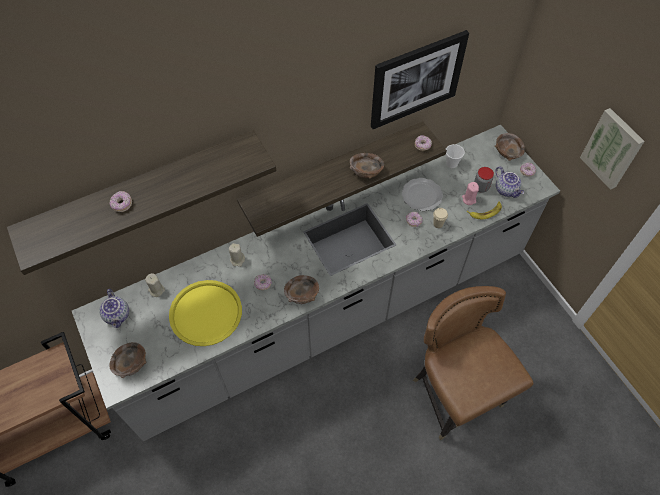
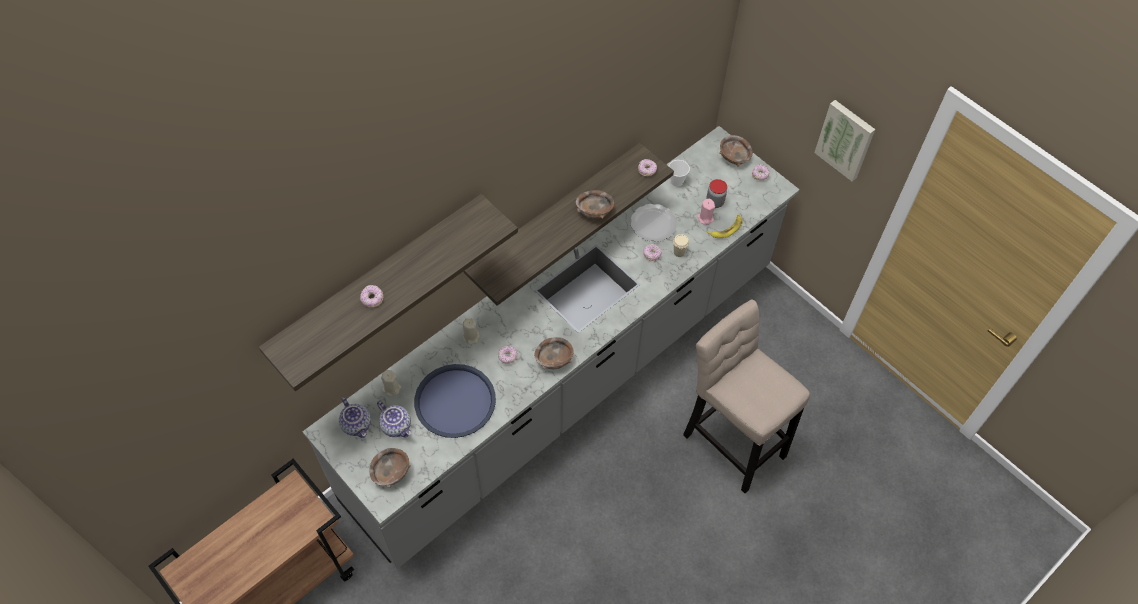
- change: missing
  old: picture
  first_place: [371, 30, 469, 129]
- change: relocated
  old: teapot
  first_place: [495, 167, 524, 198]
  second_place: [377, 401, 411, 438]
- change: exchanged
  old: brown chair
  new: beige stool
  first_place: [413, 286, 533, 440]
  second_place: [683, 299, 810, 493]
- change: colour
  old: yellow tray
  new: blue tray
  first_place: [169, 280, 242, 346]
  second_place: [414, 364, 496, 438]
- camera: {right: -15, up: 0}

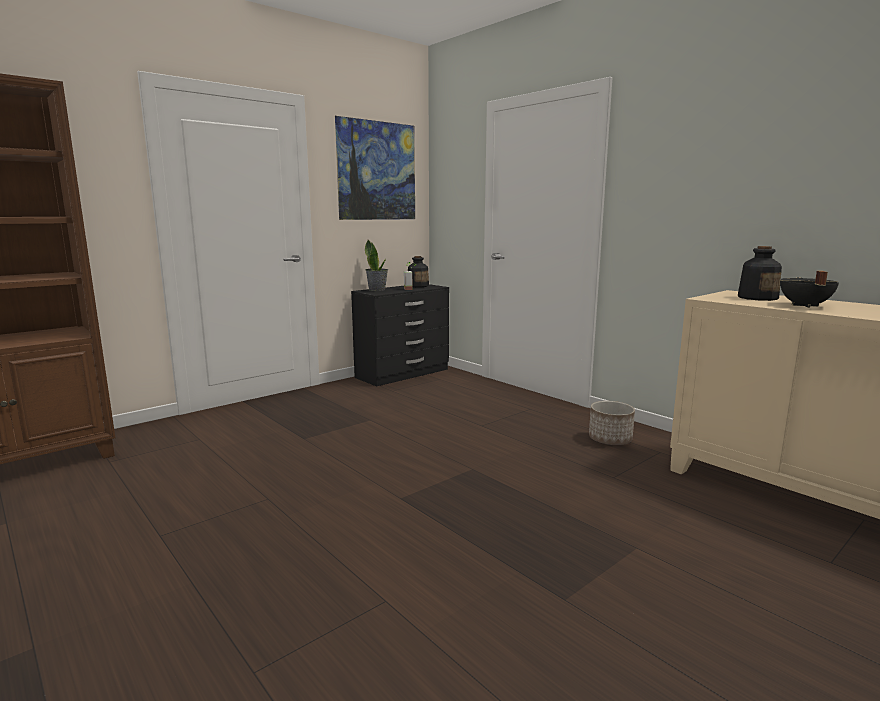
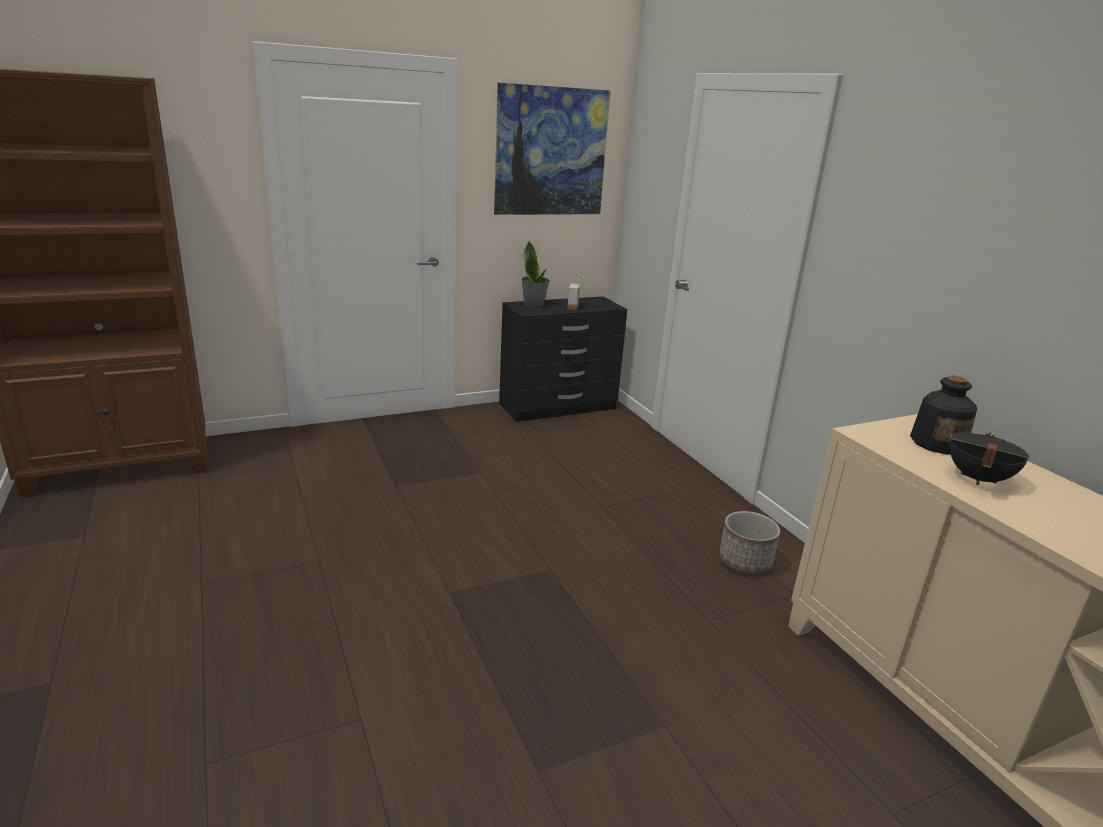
- change: missing
  old: bottle
  first_place: [408, 256, 429, 287]
- camera: {right: 15, up: 10}

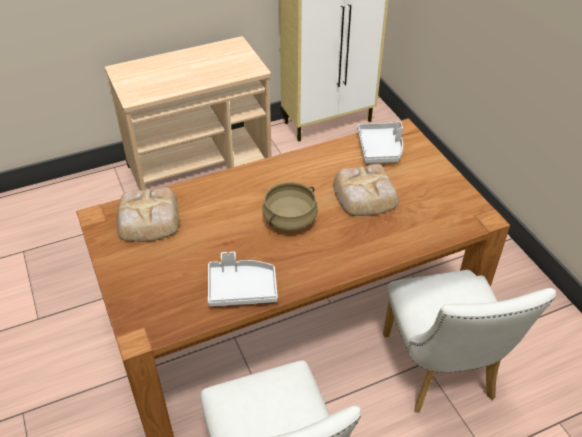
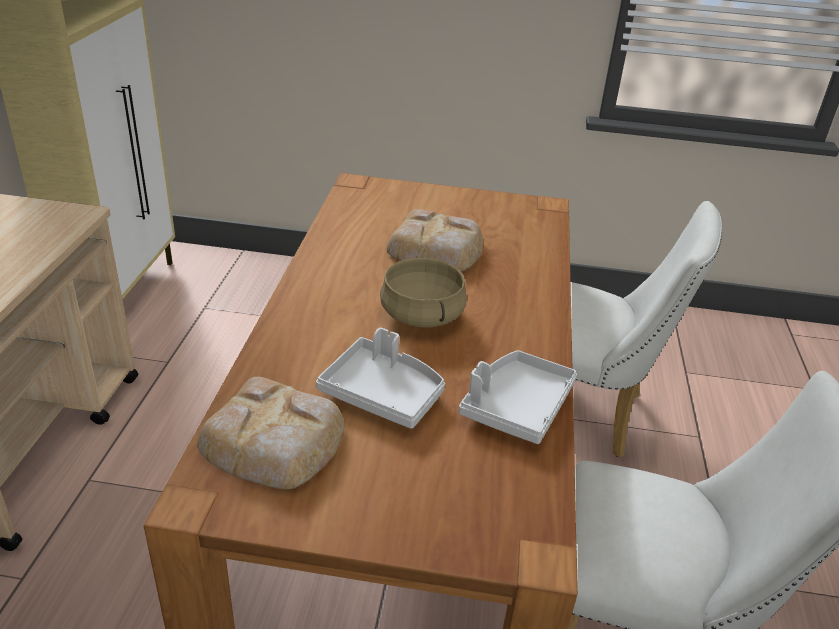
- change: relocated
  old: grey tray
  first_place: [357, 121, 403, 163]
  second_place: [316, 328, 445, 429]
- camera: {right: -60, up: -10}

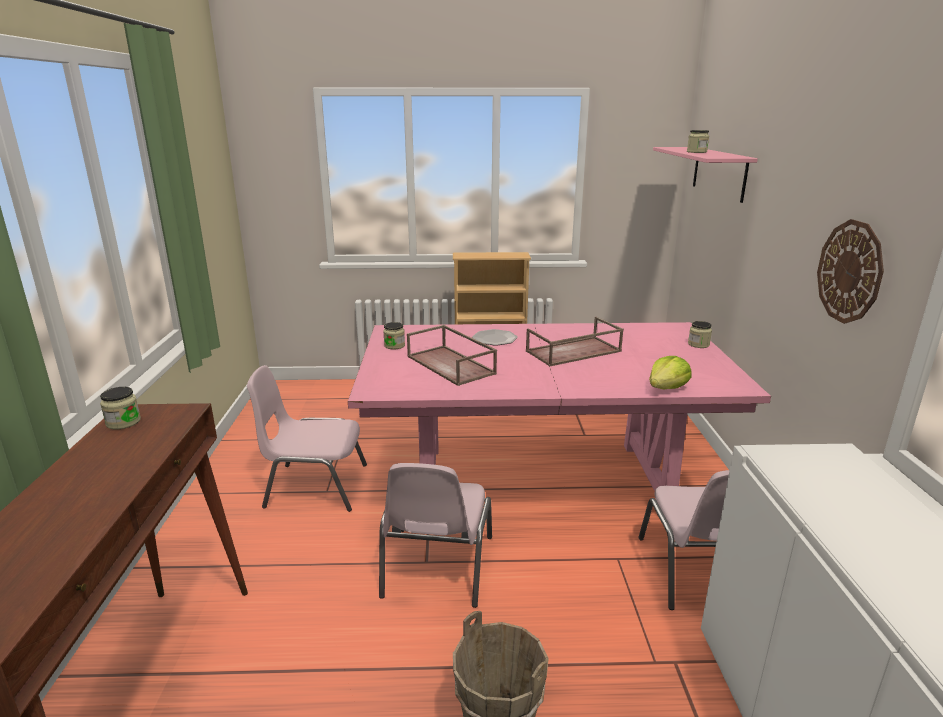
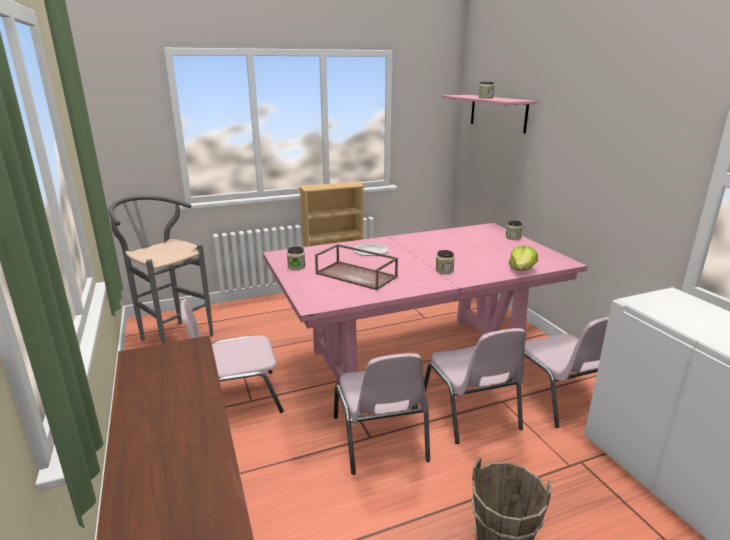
- change: missing
  old: brown tray
  first_place: [526, 316, 624, 367]
- change: missing
  old: wall clock
  first_place: [817, 219, 884, 324]
- change: appeared
  new: grey stool
  second_place: [108, 195, 213, 344]
- change: appeared
  new: pink chair
  second_place: [424, 328, 526, 444]
- change: relocated
  old: jar
  first_place: [100, 387, 141, 429]
  second_place: [435, 250, 455, 274]
- camera: {right: -20, up: 0}

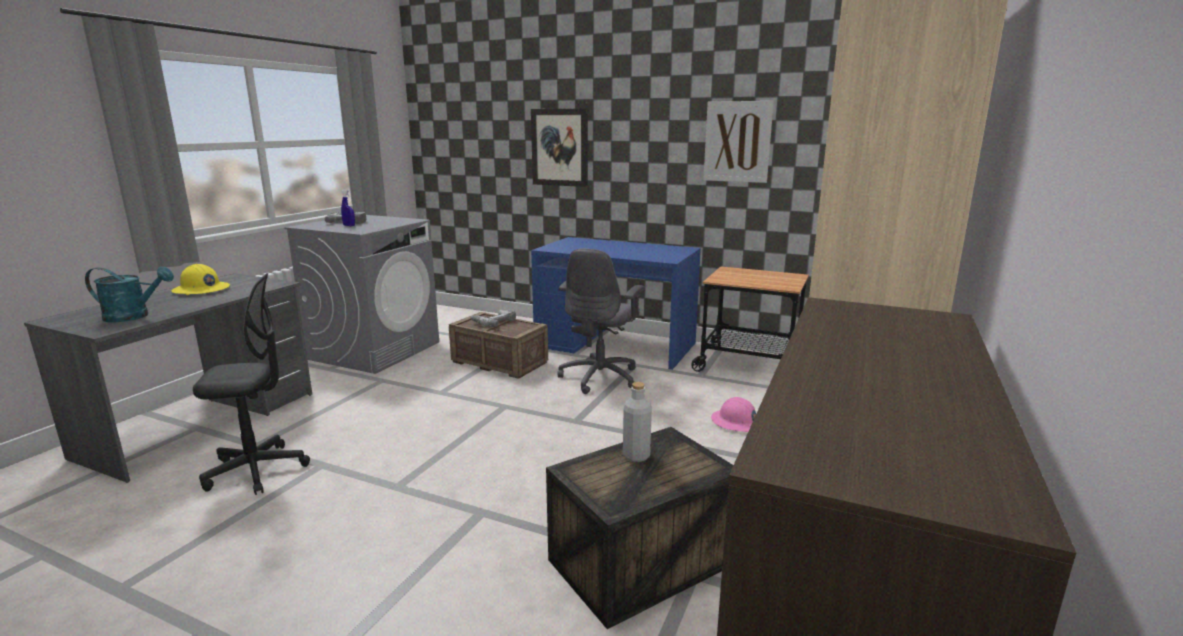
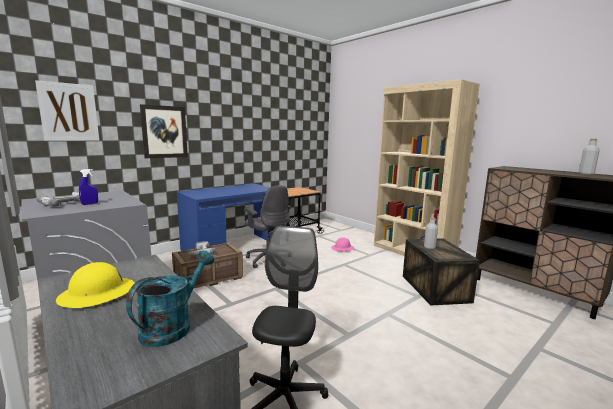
- change: appeared
  new: grey bottle
  second_place: [579, 139, 600, 175]
- change: relocated
  old: picture
  first_place: [703, 101, 774, 183]
  second_place: [35, 80, 99, 141]
- camera: {right: -65, up: -5}

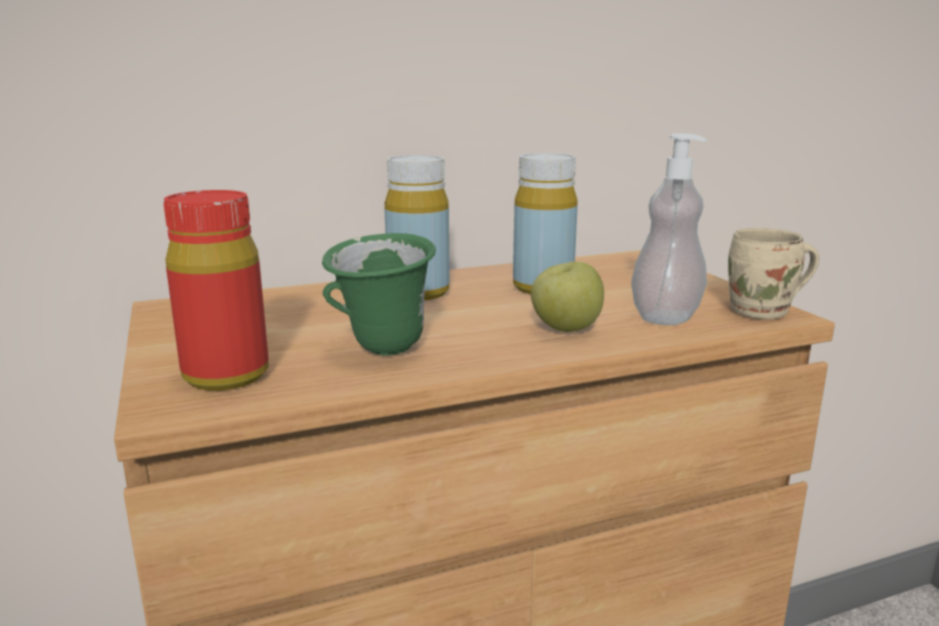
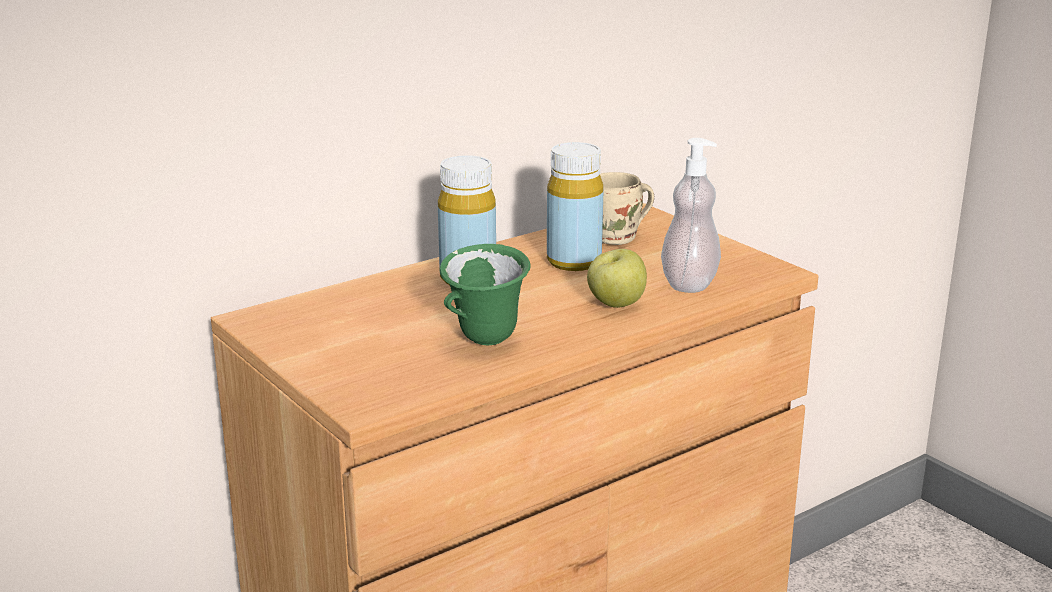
- change: missing
  old: red bottle
  first_place: [163, 190, 269, 391]
- change: relocated
  old: beige mug
  first_place: [728, 228, 819, 320]
  second_place: [600, 172, 654, 245]
- camera: {right: -15, up: 5}

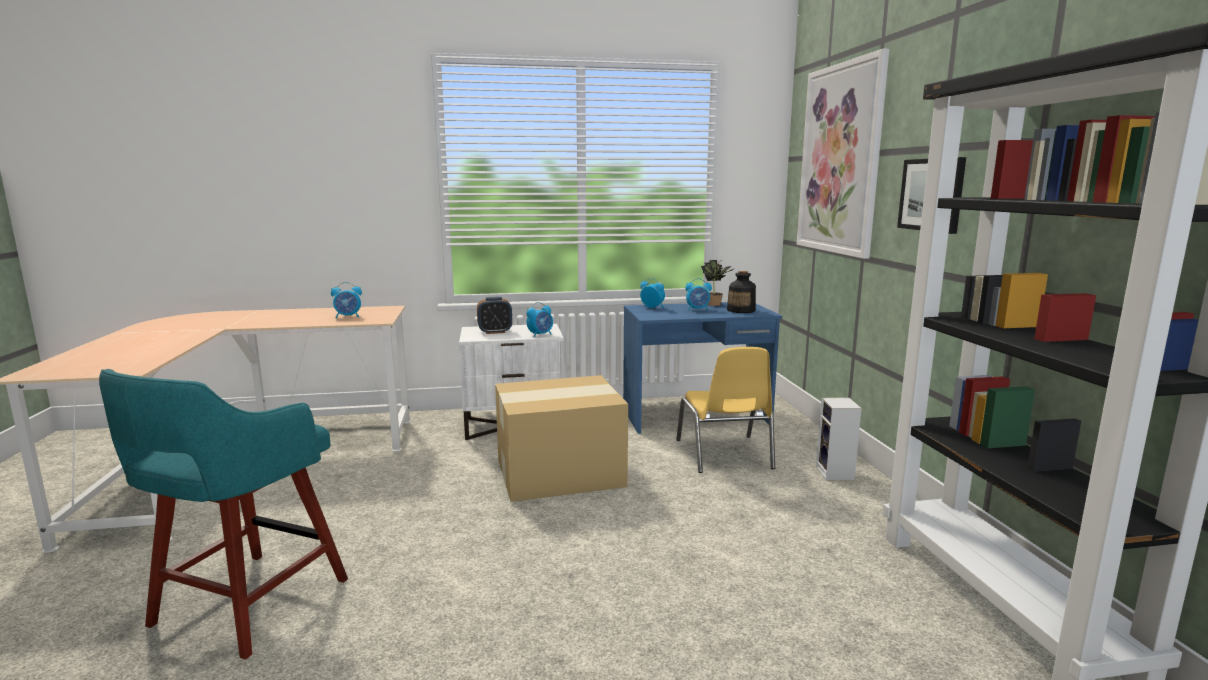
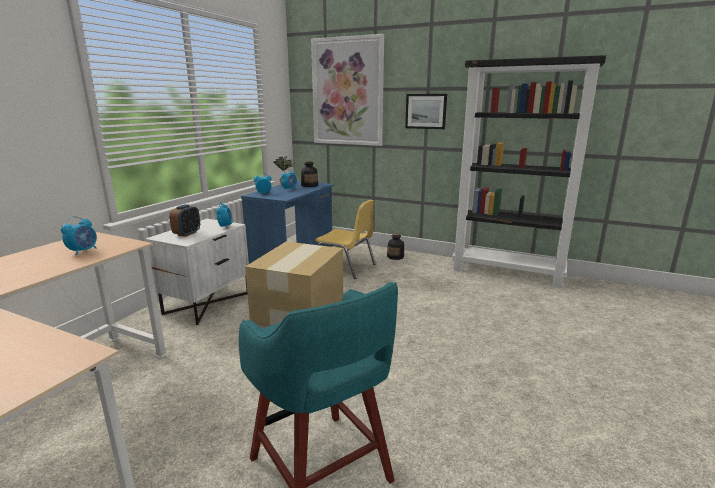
- change: exchanged
  old: speaker
  new: bottle
  first_place: [816, 398, 862, 480]
  second_place: [387, 234, 404, 260]
- camera: {right: -55, up: 5}

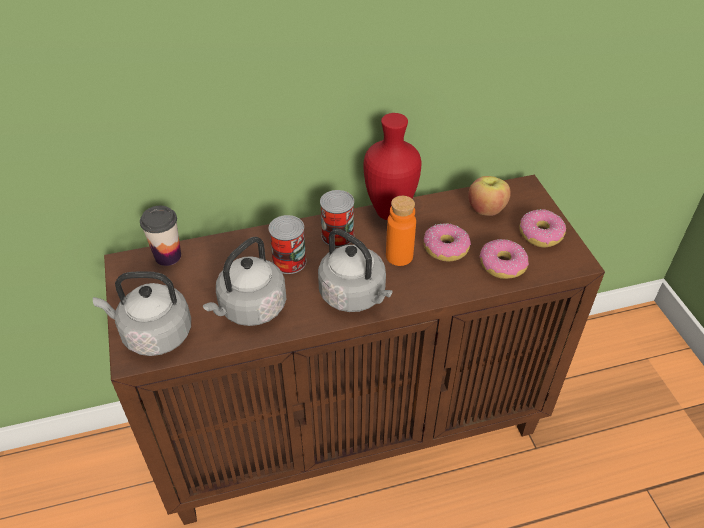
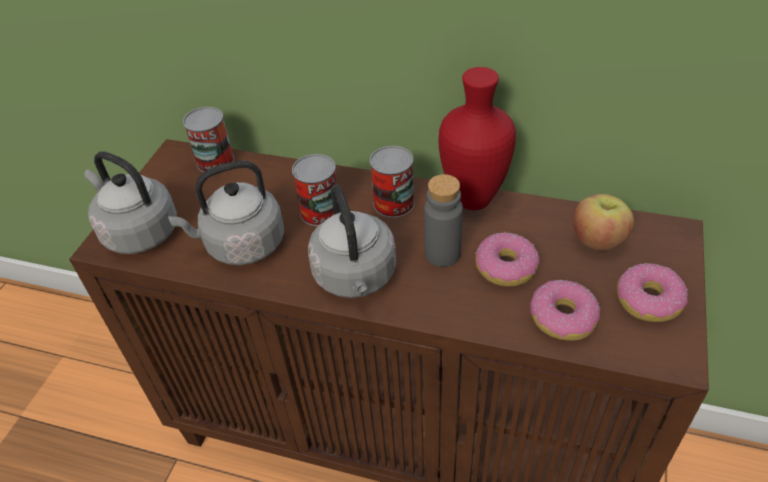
- change: exchanged
  old: cup
  new: can
  first_place: [140, 206, 181, 266]
  second_place: [183, 107, 234, 172]
- change: colour
  old: orange bottle
  new: grey bottle
  first_place: [386, 196, 416, 266]
  second_place: [424, 174, 463, 267]
- camera: {right: 35, up: 0}

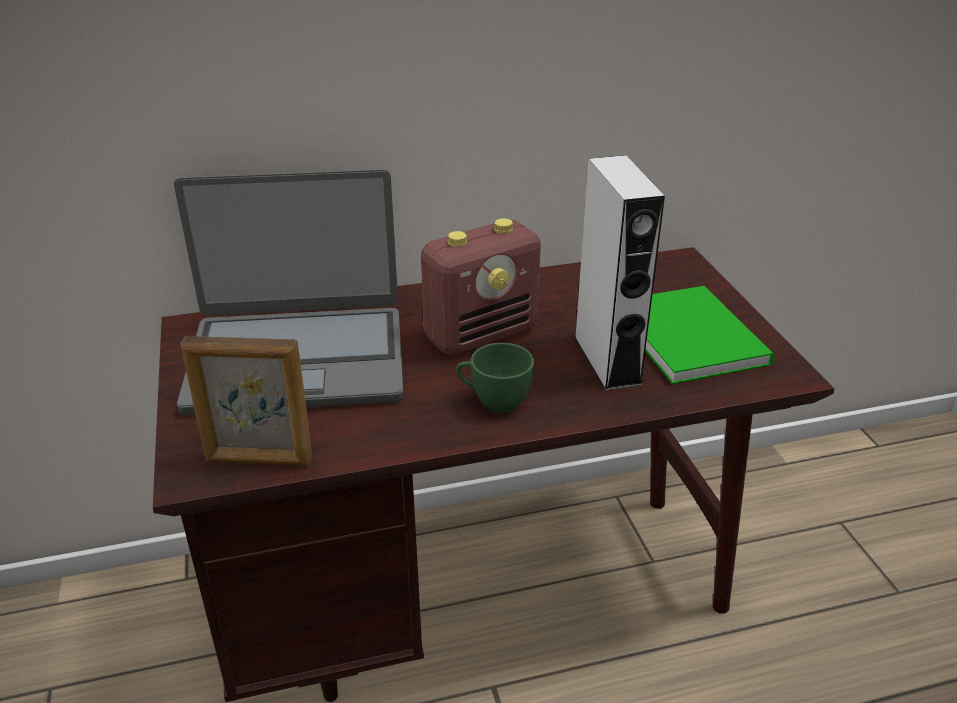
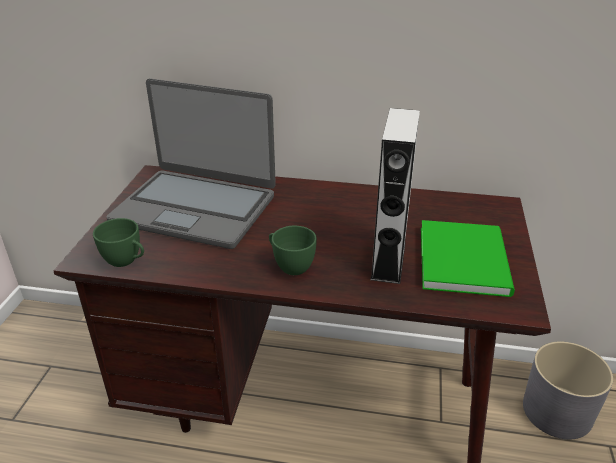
- change: missing
  old: radio
  first_place: [421, 218, 541, 355]
- change: appeared
  new: grey planter
  second_place: [523, 341, 613, 439]
- change: exchanged
  old: picture frame
  new: green cup
  first_place: [181, 336, 312, 466]
  second_place: [93, 218, 144, 267]
- camera: {right: 25, up: 0}

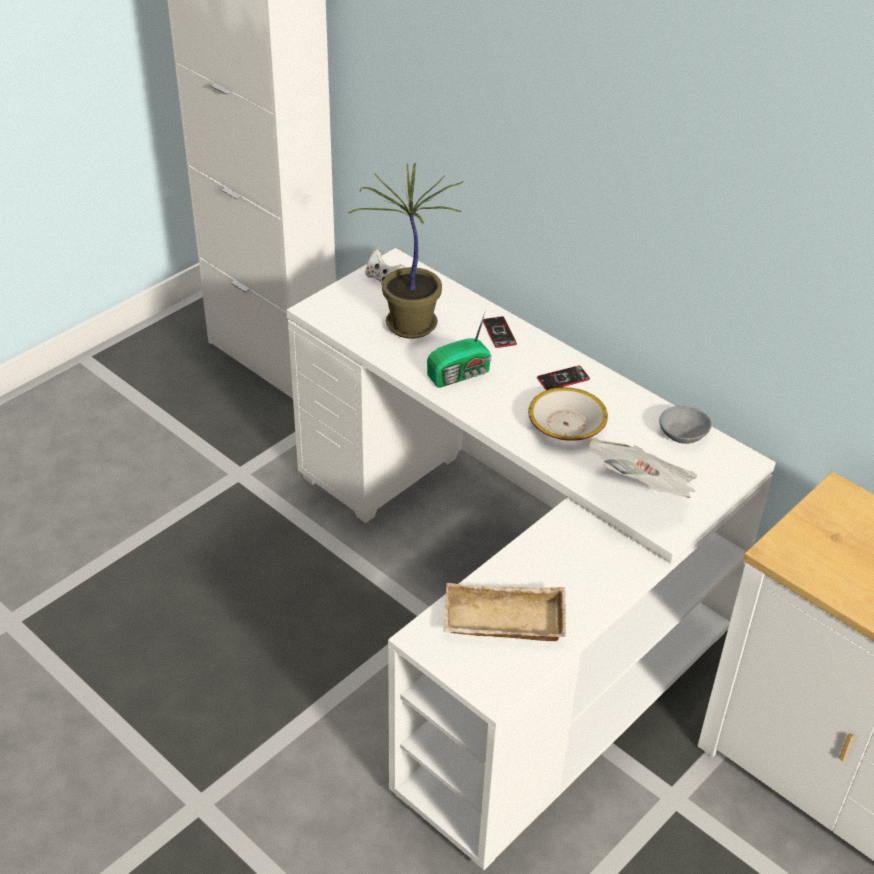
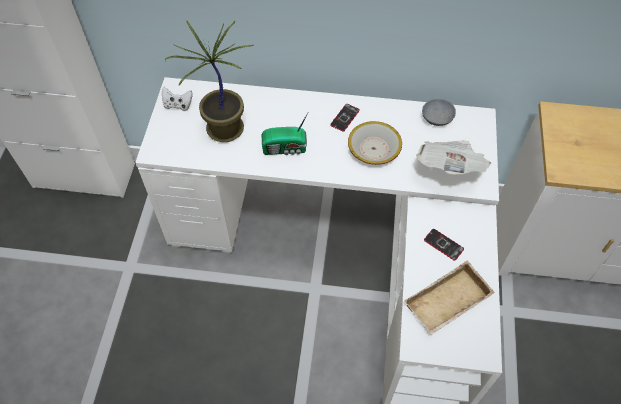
- change: relocated
  old: phone
  first_place: [483, 316, 517, 348]
  second_place: [424, 229, 464, 261]
- change: spun
  old: radio
  first_place: [427, 310, 492, 388]
  second_place: [262, 113, 308, 155]
  degrees: 60
- camera: {right: -35, up: 15}

